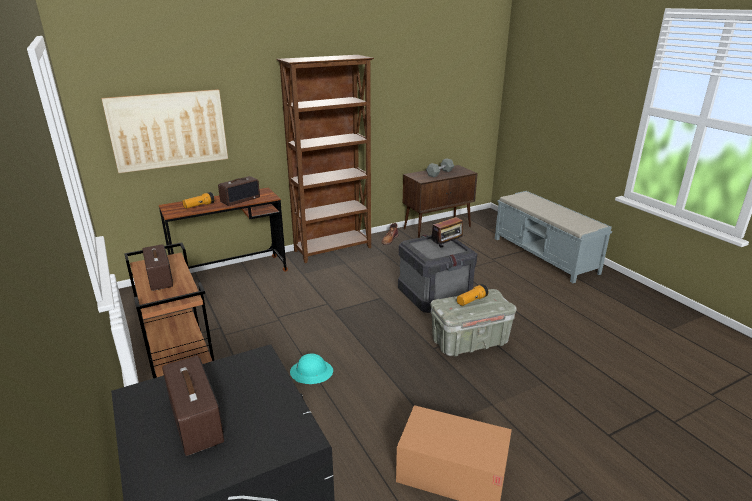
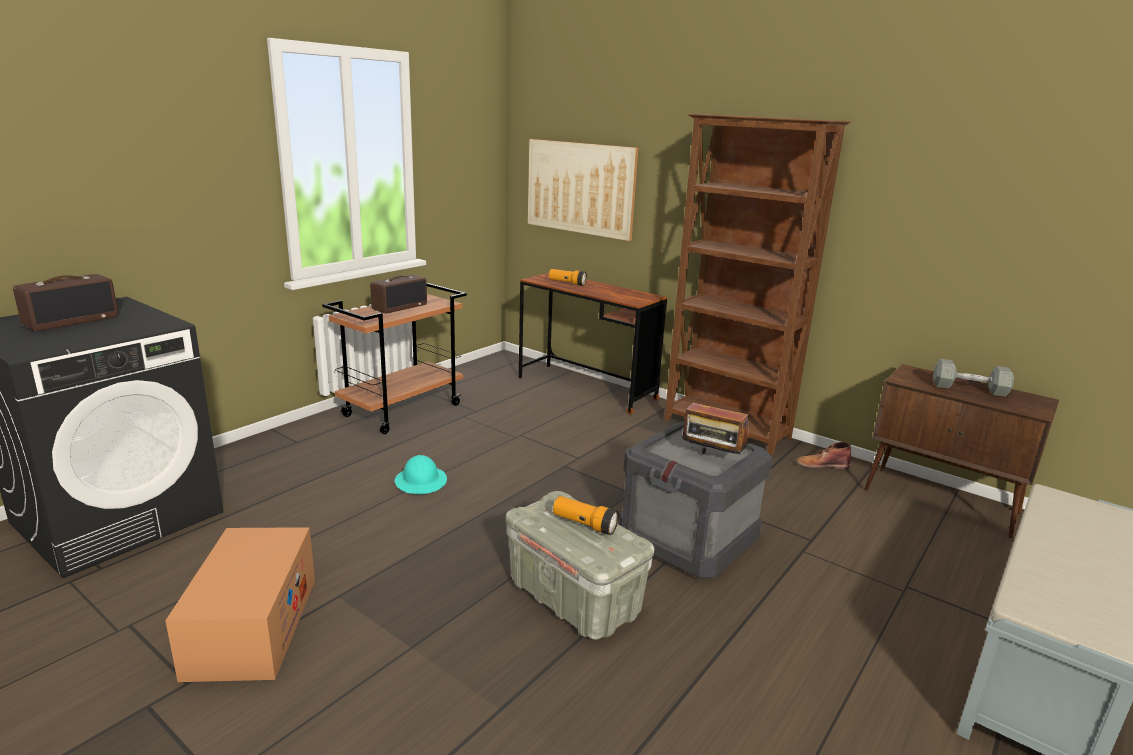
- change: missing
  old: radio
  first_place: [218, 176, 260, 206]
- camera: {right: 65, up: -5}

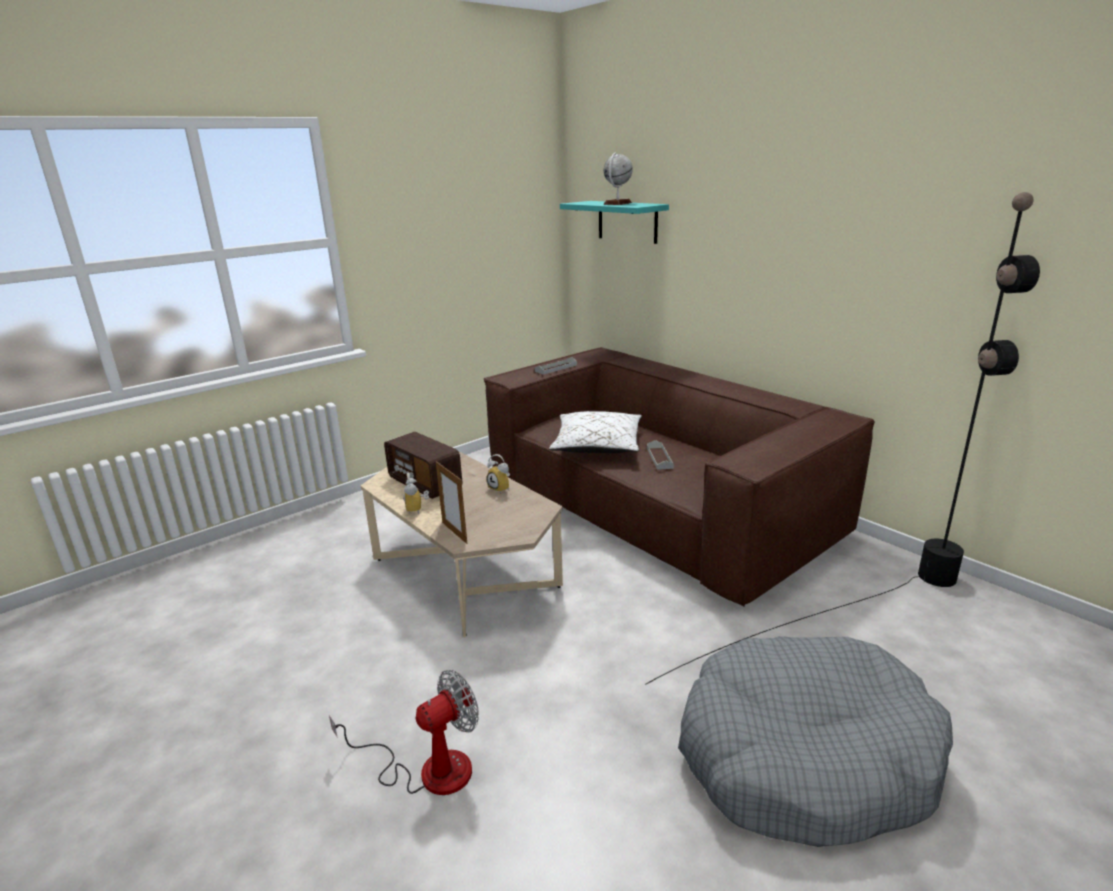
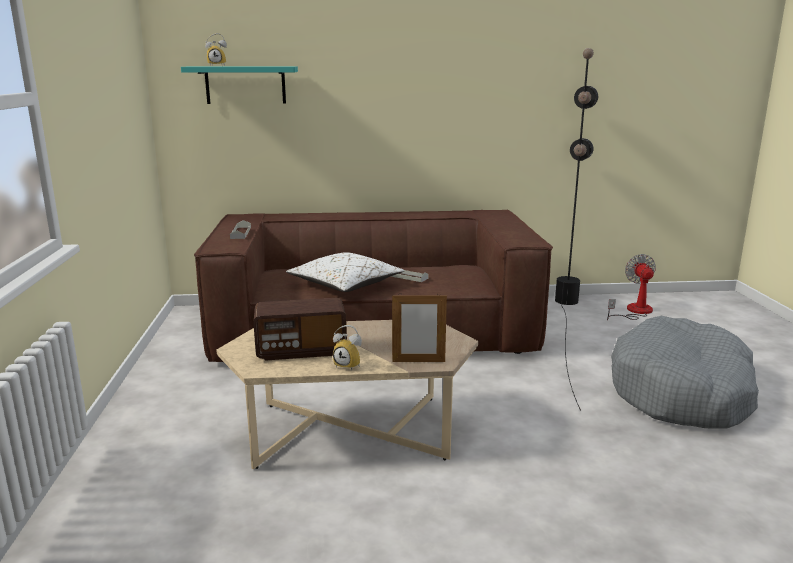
- change: missing
  old: globe
  first_place: [603, 152, 633, 205]
- change: relocated
  old: fan
  first_place: [329, 670, 479, 795]
  second_place: [607, 254, 656, 320]
- change: relocated
  old: alarm clock
  first_place: [487, 454, 510, 494]
  second_place: [205, 33, 227, 66]
- camera: {right: -55, up: -5}

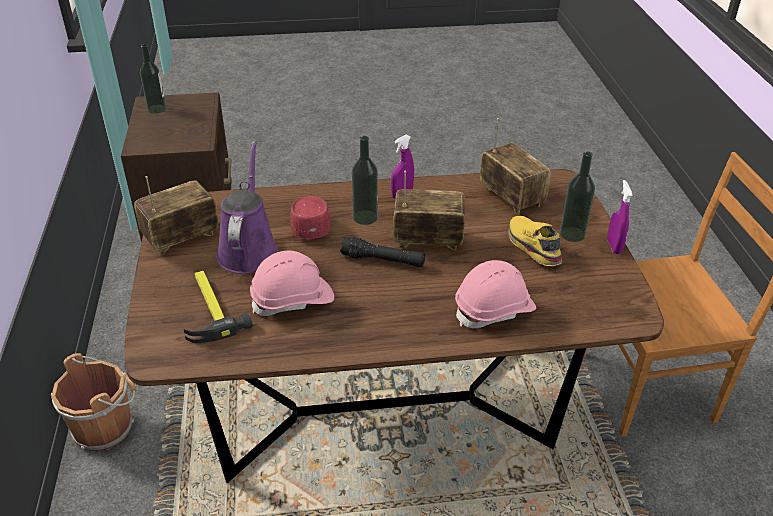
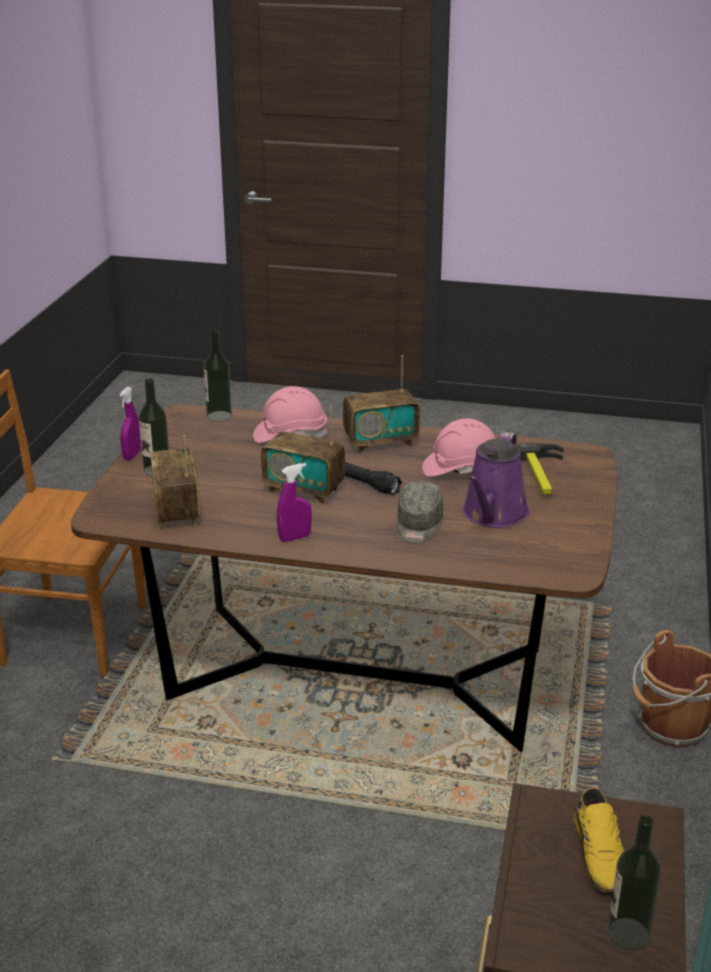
- change: relocated
  old: radio
  first_place: [134, 176, 218, 255]
  second_place: [343, 355, 420, 453]
- change: relocated
  old: bottle
  first_place: [352, 136, 378, 225]
  second_place: [204, 330, 232, 422]
- change: relocated
  old: yellow shoe
  first_place: [509, 216, 562, 266]
  second_place: [573, 788, 625, 892]
- change: colour
  old: red cap
  new: grey cap
  first_place: [291, 196, 331, 239]
  second_place: [397, 481, 443, 543]
- camera: {right: -160, up: -10}

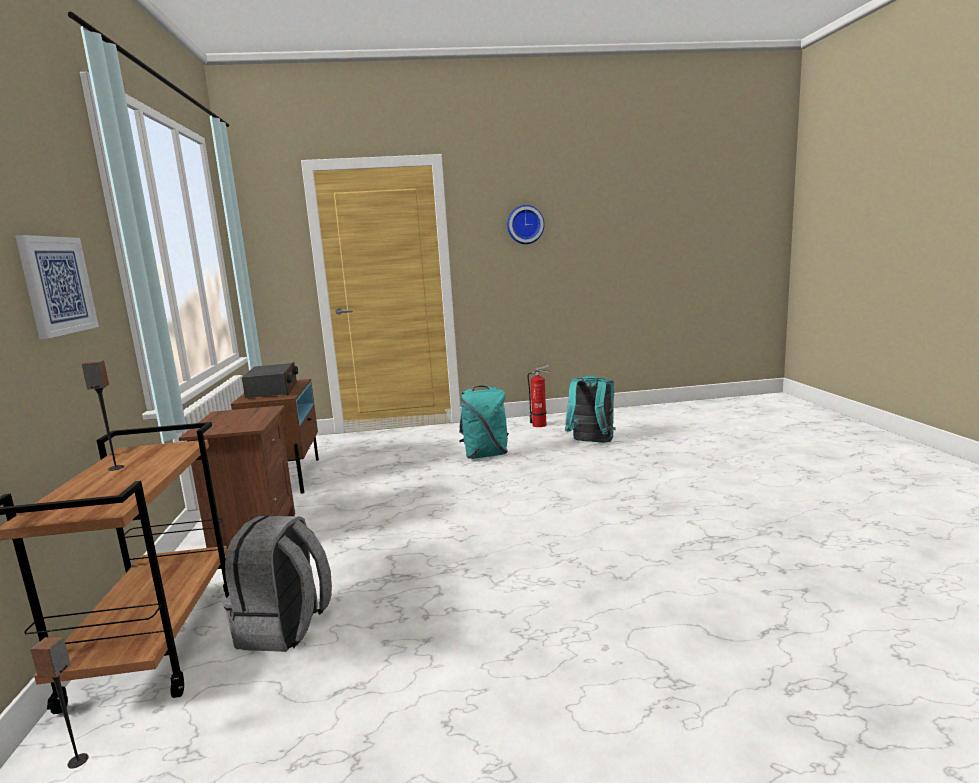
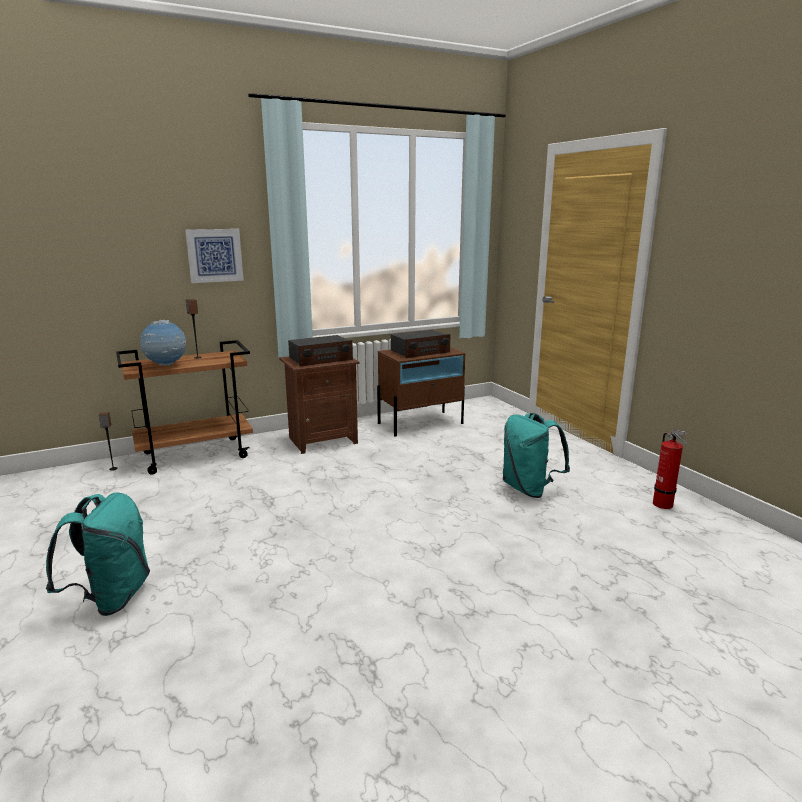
- change: missing
  old: grey backpack
  first_place: [223, 516, 332, 652]
- change: missing
  old: wall clock
  first_place: [507, 205, 545, 244]
- change: appeared
  new: globe
  second_place: [140, 320, 186, 366]
- change: appeared
  new: radio
  second_place: [288, 335, 353, 366]
- change: relocated
  old: turquoise backpack
  first_place: [565, 376, 616, 443]
  second_place: [46, 492, 150, 616]
- camera: {right: 70, up: 5}

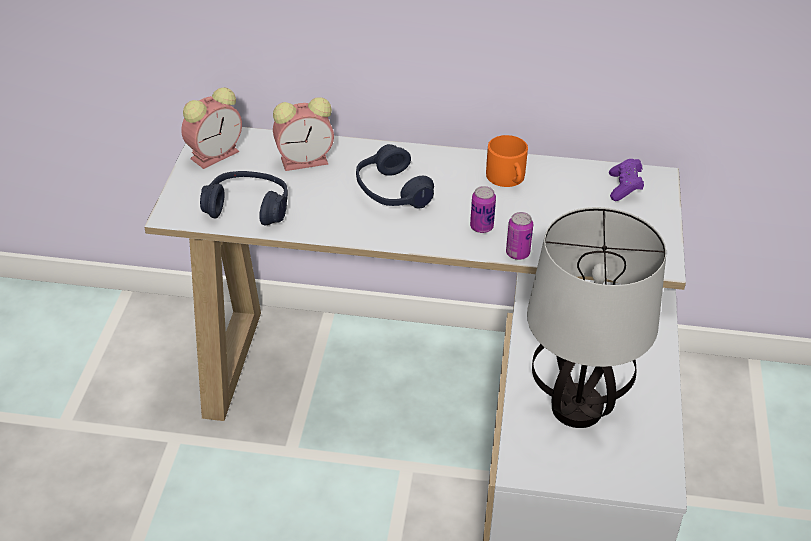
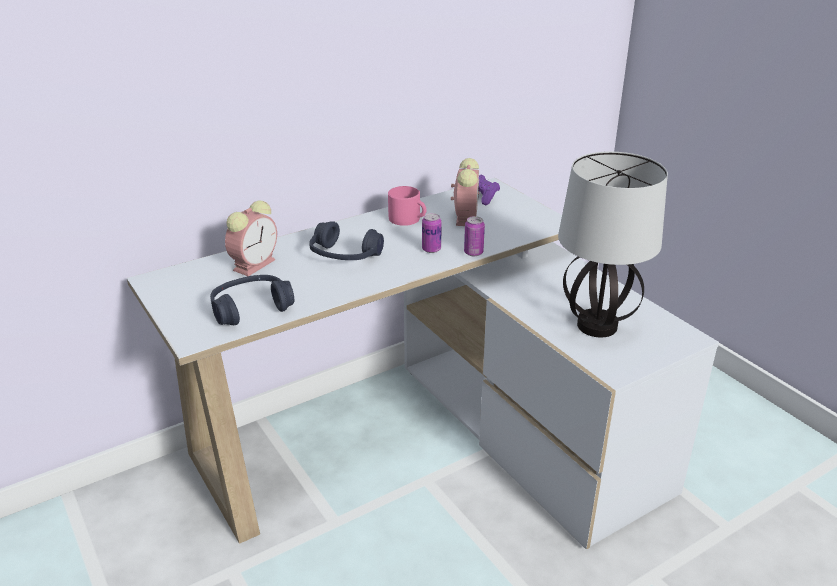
- change: relocated
  old: alarm clock
  first_place: [181, 87, 242, 169]
  second_place: [451, 158, 479, 226]
- change: colour
  old: orange mug
  new: pink mug
  first_place: [486, 135, 528, 187]
  second_place: [388, 186, 427, 226]
- camera: {right: -40, up: -10}

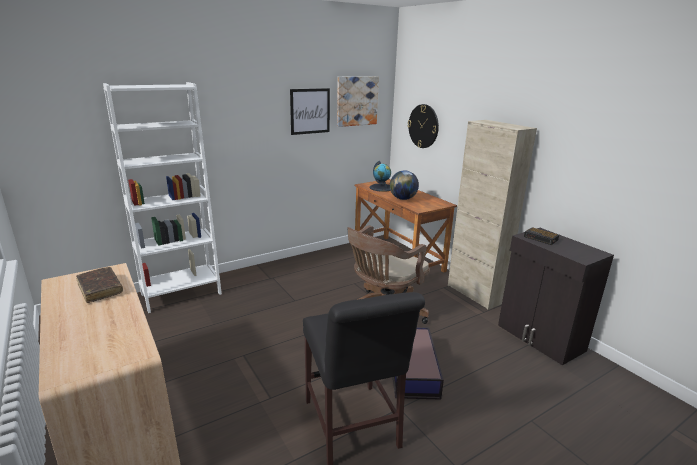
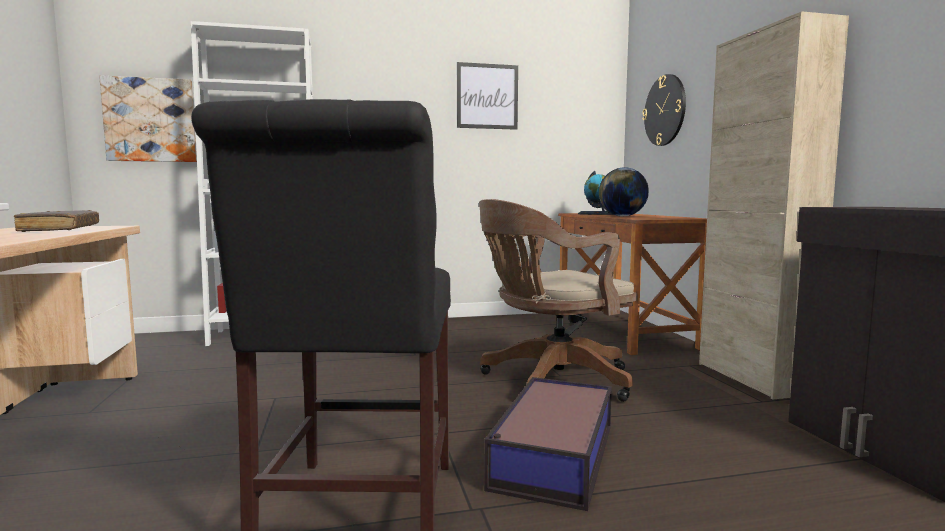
- change: missing
  old: alarm clock
  first_place: [524, 227, 559, 245]
- change: relocated
  old: picture
  first_place: [337, 76, 379, 127]
  second_place: [99, 76, 197, 162]
- camera: {right: 20, up: -15}

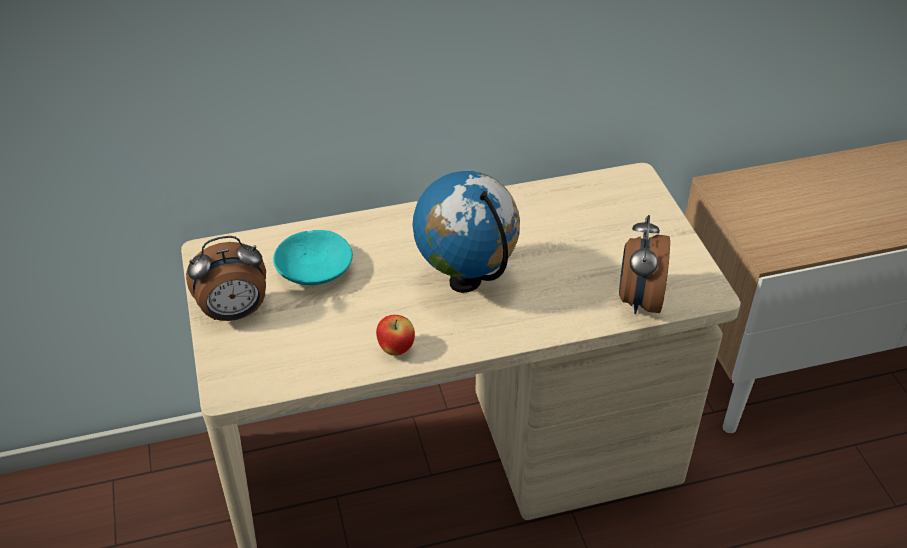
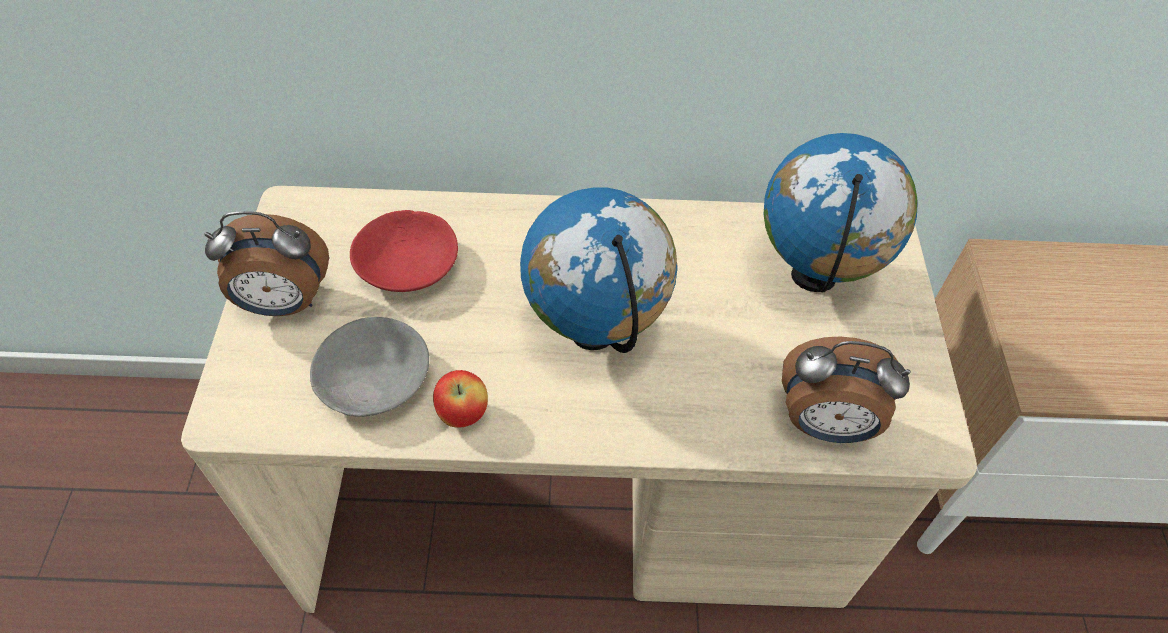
- change: appeared
  new: grey bowl
  second_place: [310, 317, 429, 417]
- change: appeared
  new: globe
  second_place: [764, 133, 917, 292]
- change: colour
  old: turquoise bowl
  new: red bowl
  first_place: [273, 230, 353, 285]
  second_place: [350, 210, 458, 292]
- change: spun
  old: alarm clock
  first_place: [619, 215, 670, 314]
  second_place: [782, 336, 911, 443]
  degrees: -105
- camera: {right: 15, up: 10}

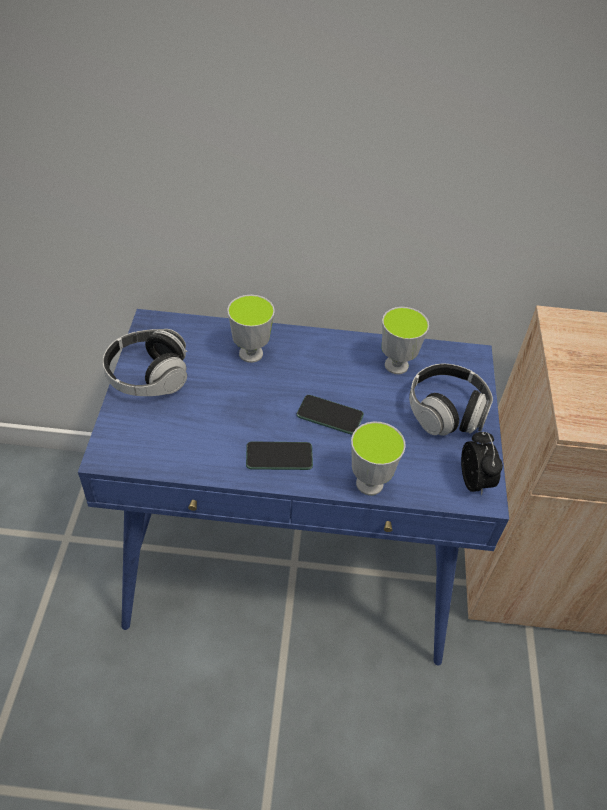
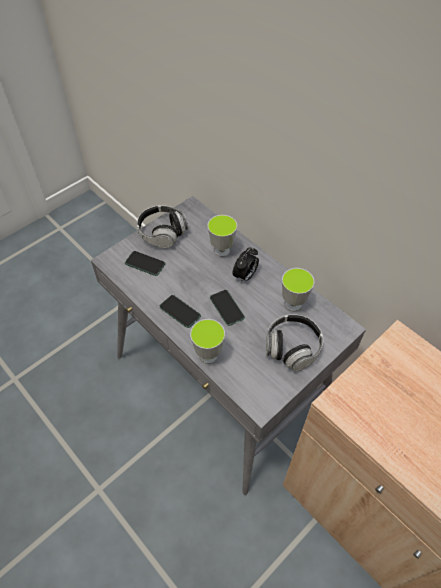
- change: appeared
  new: phone
  second_place: [125, 251, 165, 276]
- change: relocated
  old: alarm clock
  first_place: [461, 432, 503, 496]
  second_place: [232, 247, 259, 283]
- change: colour
  old: blue desk
  new: grey desk
  first_place: [78, 309, 509, 665]
  second_place: [91, 196, 366, 495]
- camera: {right: 45, up: 5}

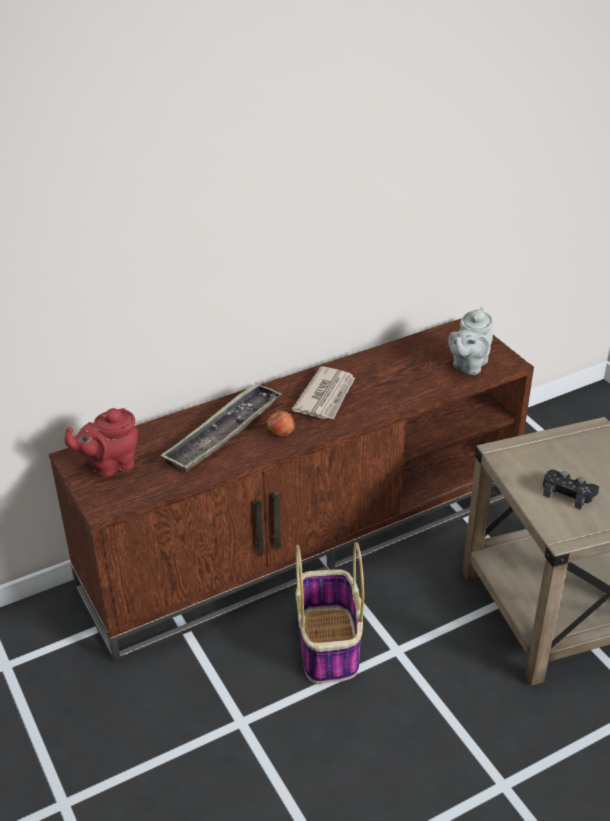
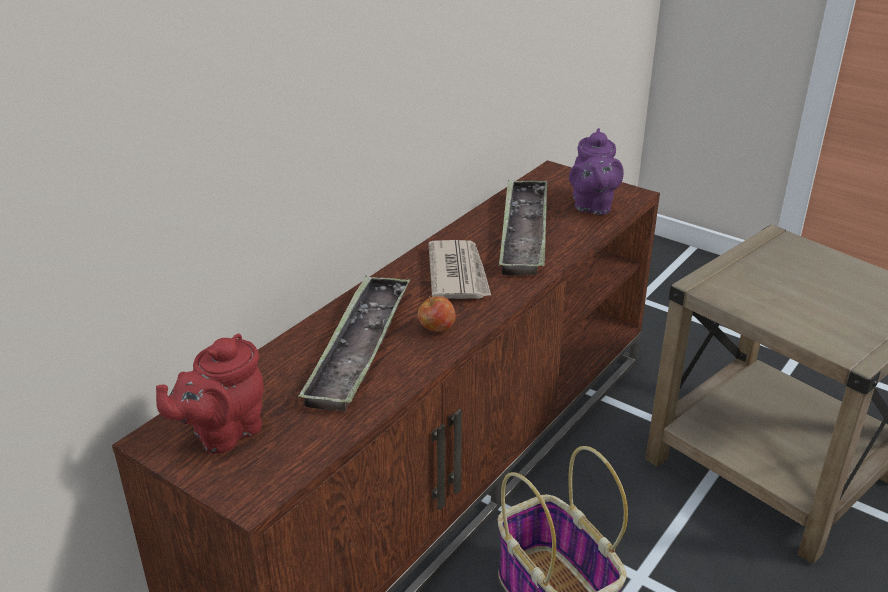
- change: missing
  old: black game controller
  first_place: [543, 469, 599, 510]
- change: appeared
  new: tray
  second_place: [499, 180, 547, 276]
- change: colour
  old: grey teapot
  new: purple teapot
  first_place: [448, 307, 493, 375]
  second_place: [569, 128, 624, 215]
- camera: {right: -25, up: -5}

